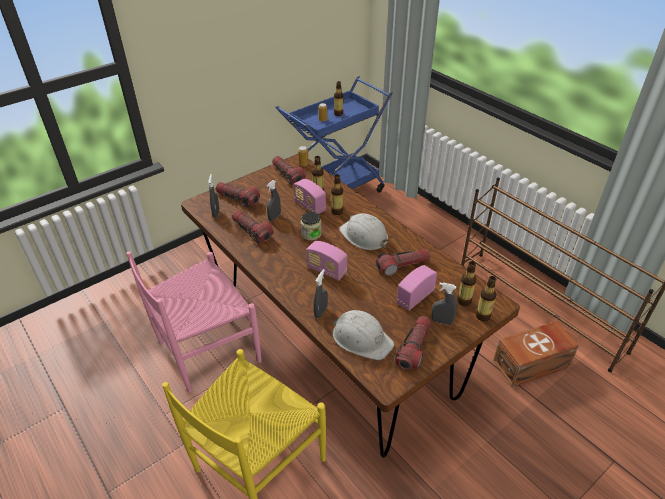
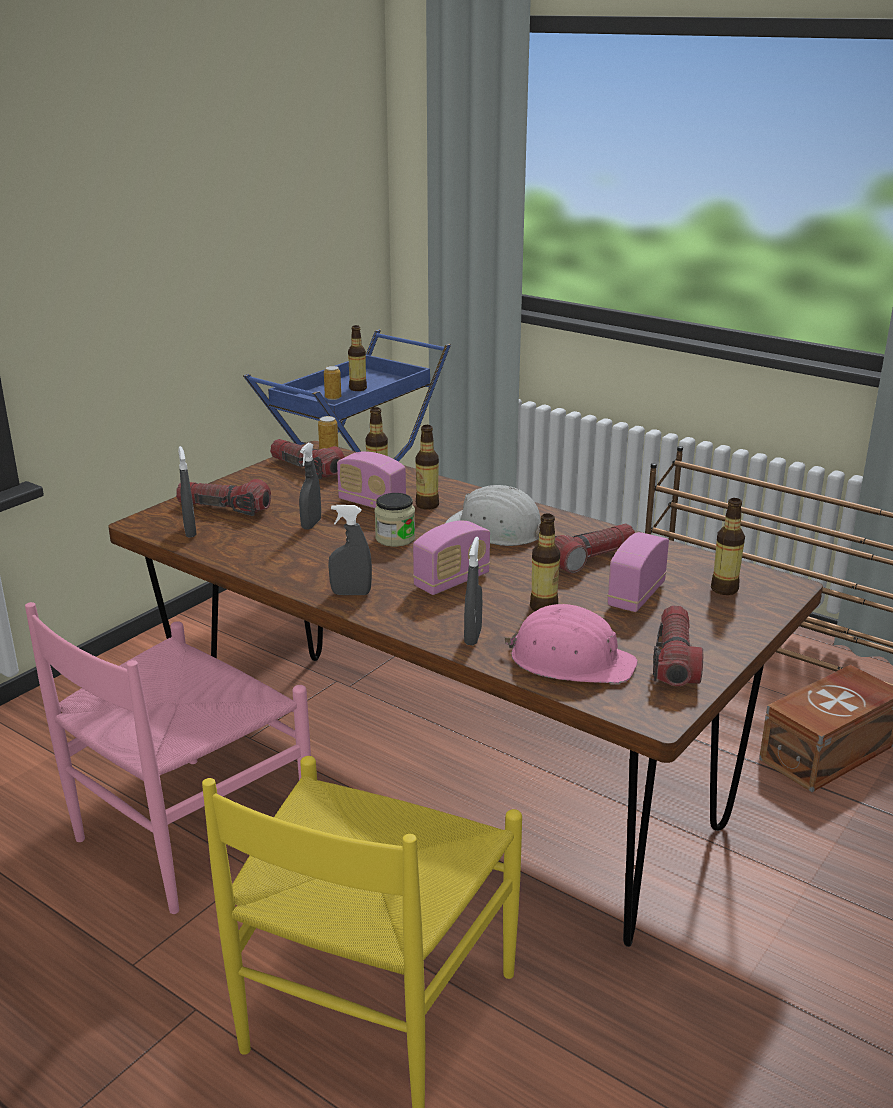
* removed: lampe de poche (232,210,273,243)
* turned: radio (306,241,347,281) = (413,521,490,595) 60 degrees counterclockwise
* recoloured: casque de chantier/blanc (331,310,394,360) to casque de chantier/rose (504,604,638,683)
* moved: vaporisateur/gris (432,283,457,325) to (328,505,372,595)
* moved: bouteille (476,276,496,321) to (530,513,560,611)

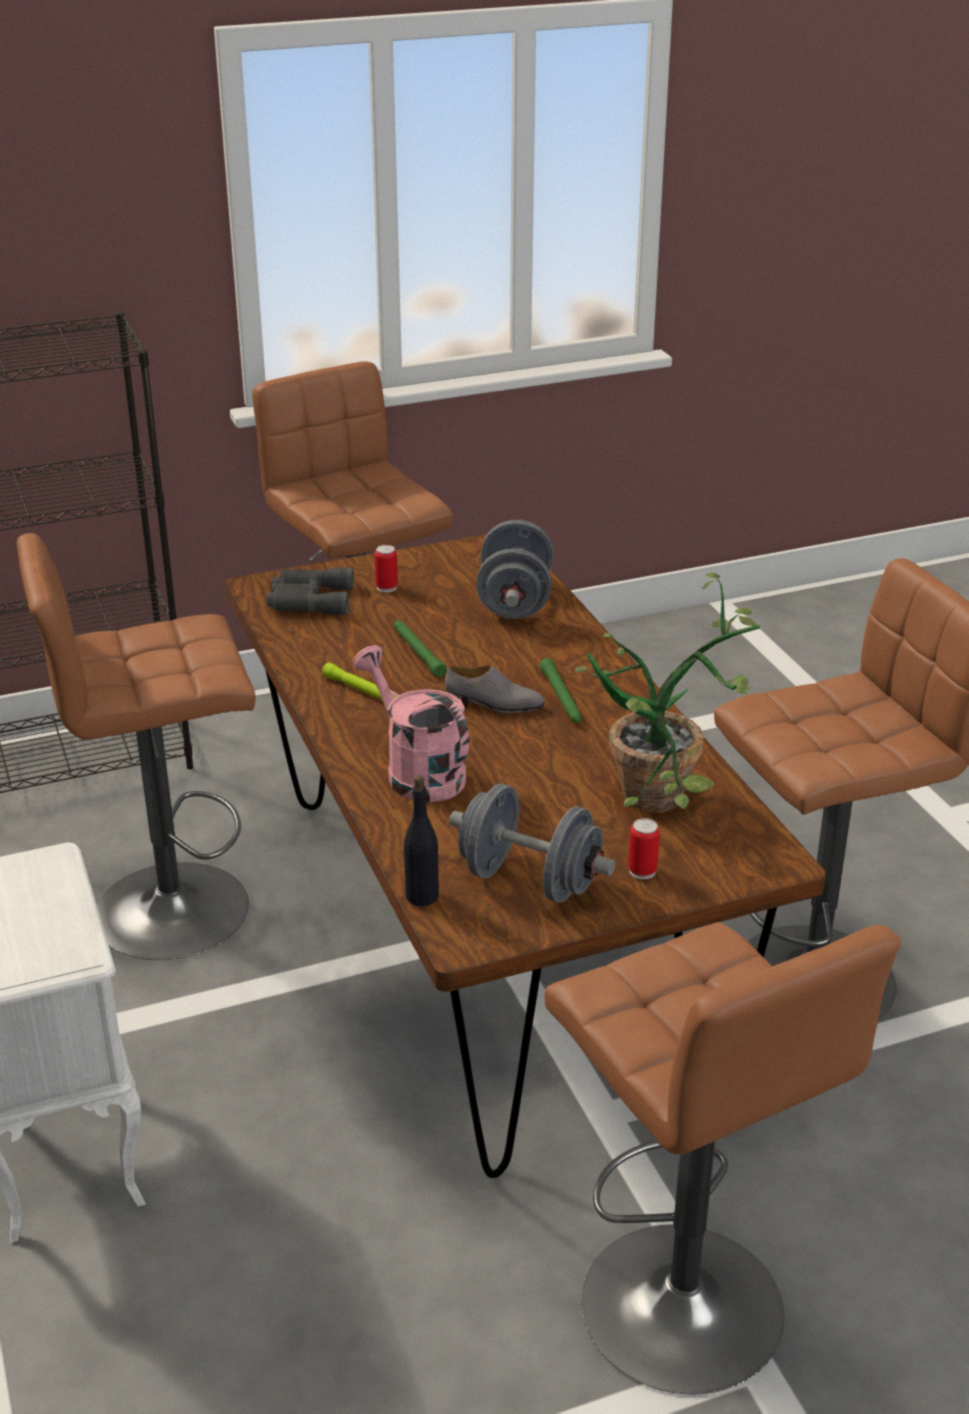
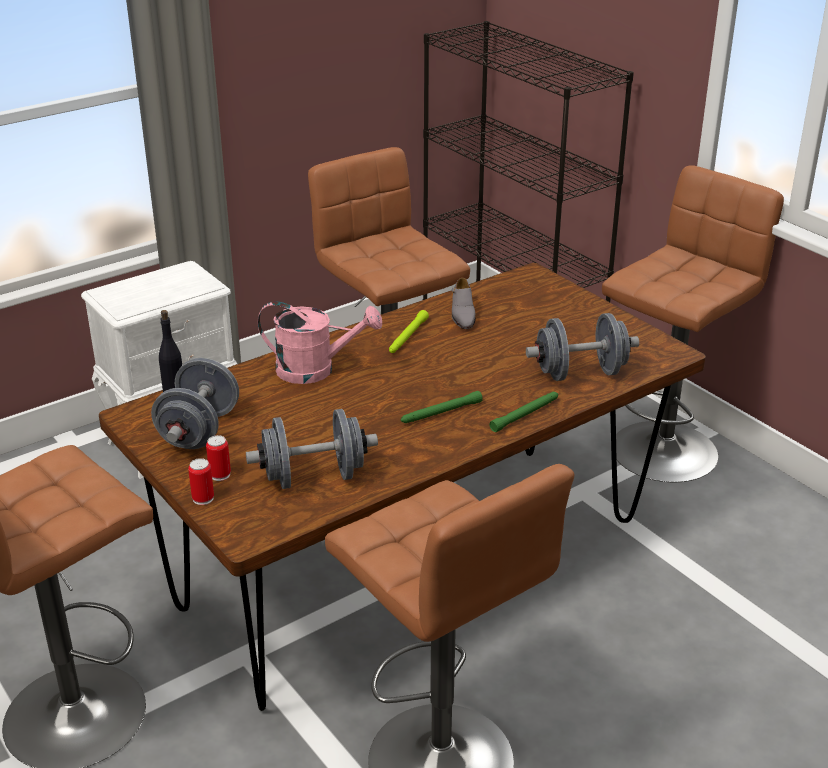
* removed: jumelles/gris (267,568,354,615)
* turned: arrosoir/rose (353,645,469,802) = (258,301,382,384) 60 degrees clockwise
* moved: boîte métallique (375,545,398,592) to (188,458,214,505)
* moved: lampe de poche/vert (394,620,447,677) to (489,392,558,432)
* moved: chaussure/gris (445,665,545,713) to (452,277,476,329)
* replaced: plante en pot (575,572,760,813) to haltère/gris (246,409,378,489)

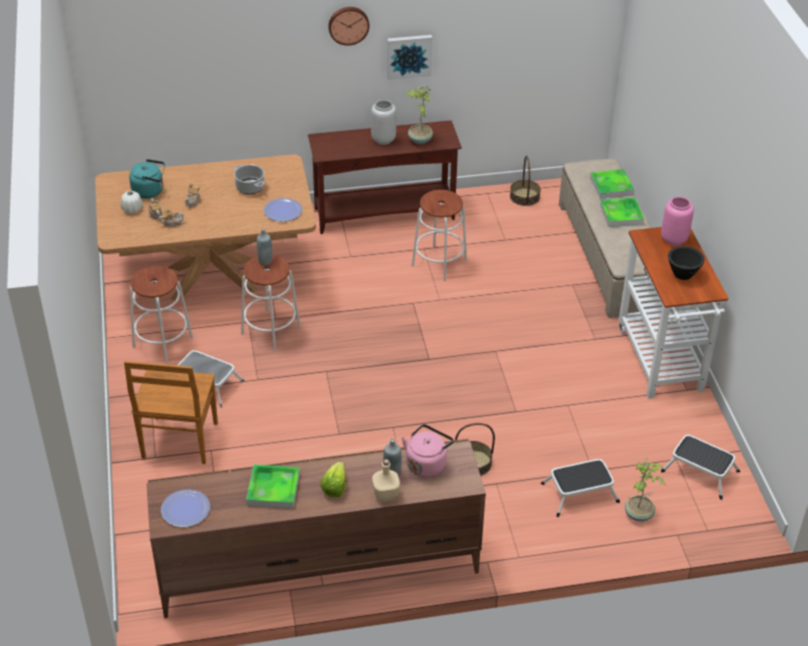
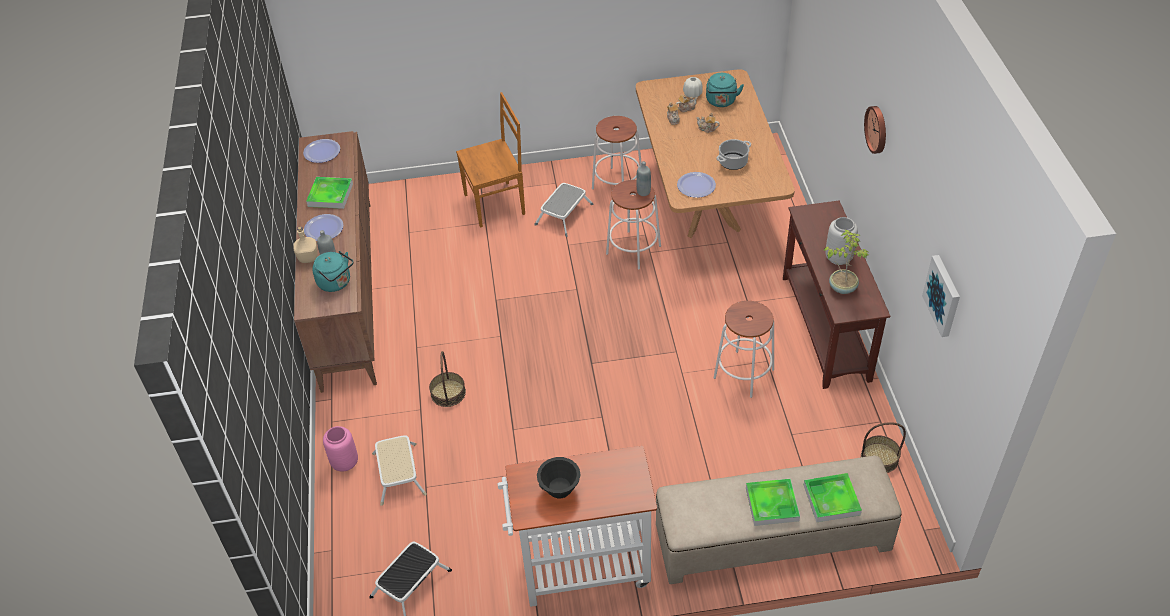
* turned: chaise/marron (124,361,218,464) = (456,92,525,228) 150 degrees clockwise
* replaced: laitue (320,461,346,497) to assiette (304,214,343,241)
* moved: tableau (387,35,432,80) to (922,255,960,337)
* recoloured: bouilloire/rose (402,424,454,478) to bouilloire/turquoise (312,251,354,292)
* recoloured: escabeau/noir (540,459,620,517) to escabeau/beige (372,435,427,506)
* removed: plante en pot (625,458,665,522)
* moved: vase/rose (661,197,694,246) to (323,426,358,472)

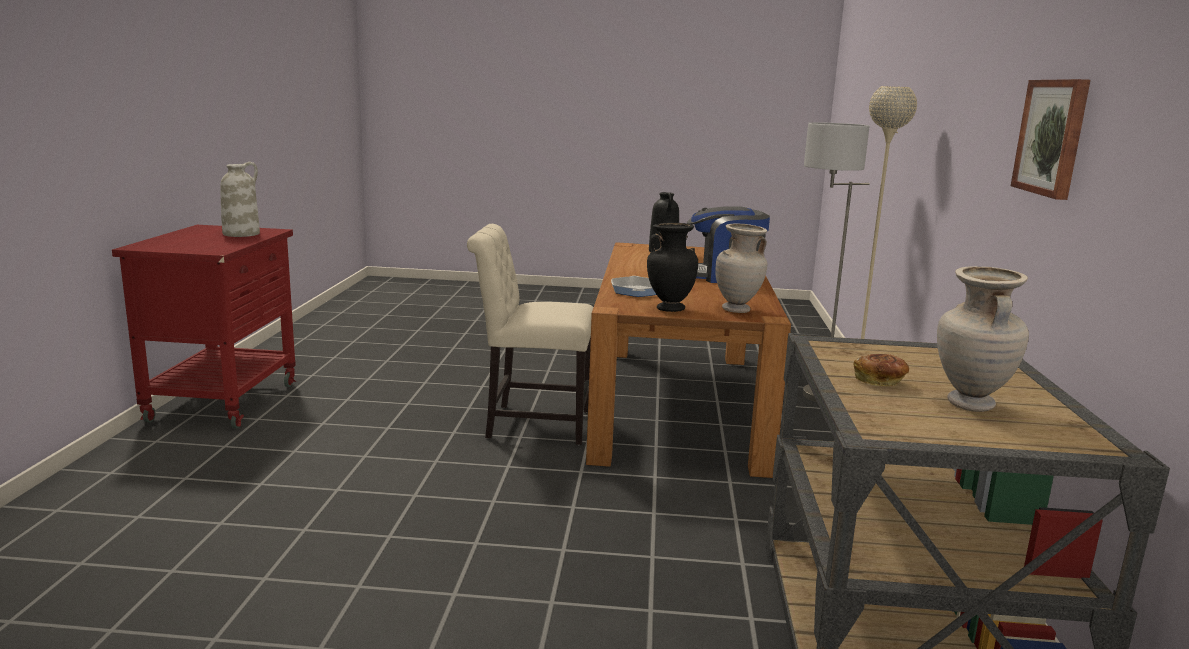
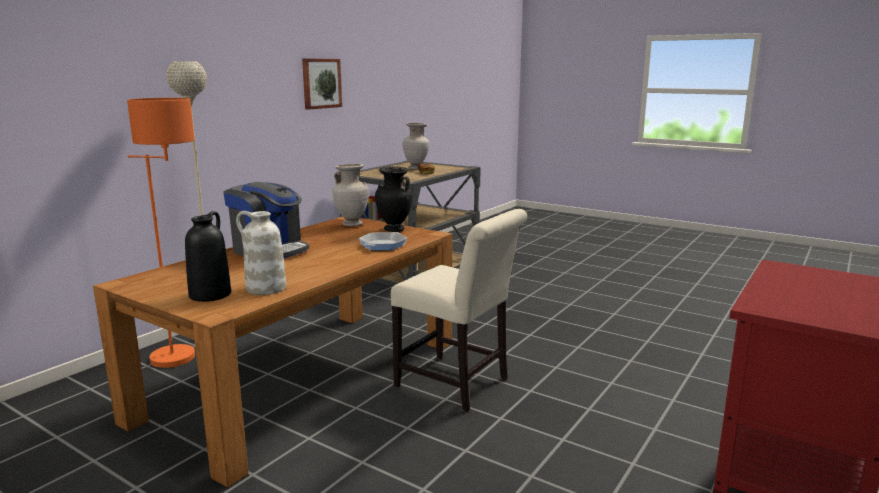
* moved: vase/blanc (220,162,260,237) to (236,211,286,295)
* recoloured: lampadaire/gris (803,122,870,402) to lampadaire/orange (127,98,195,368)

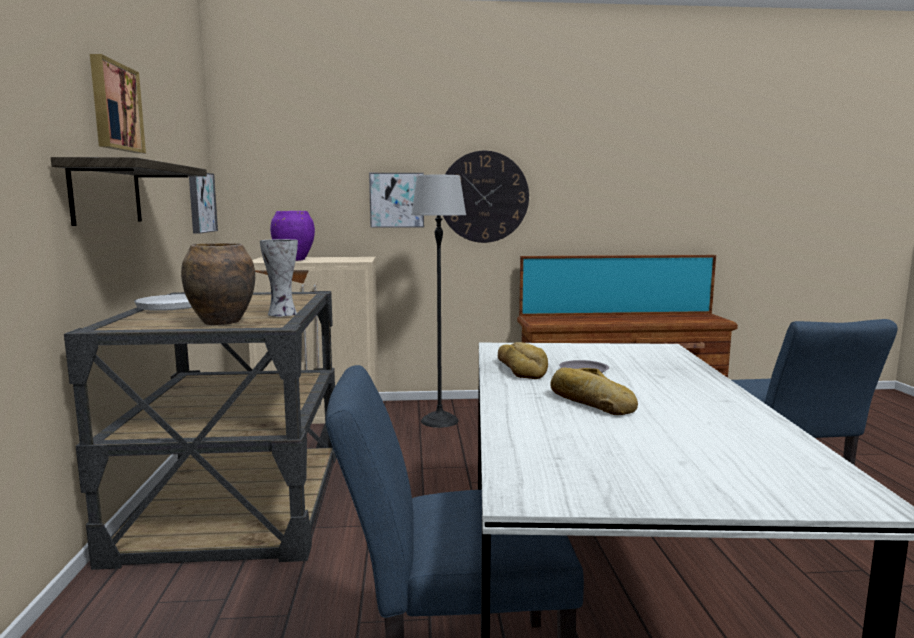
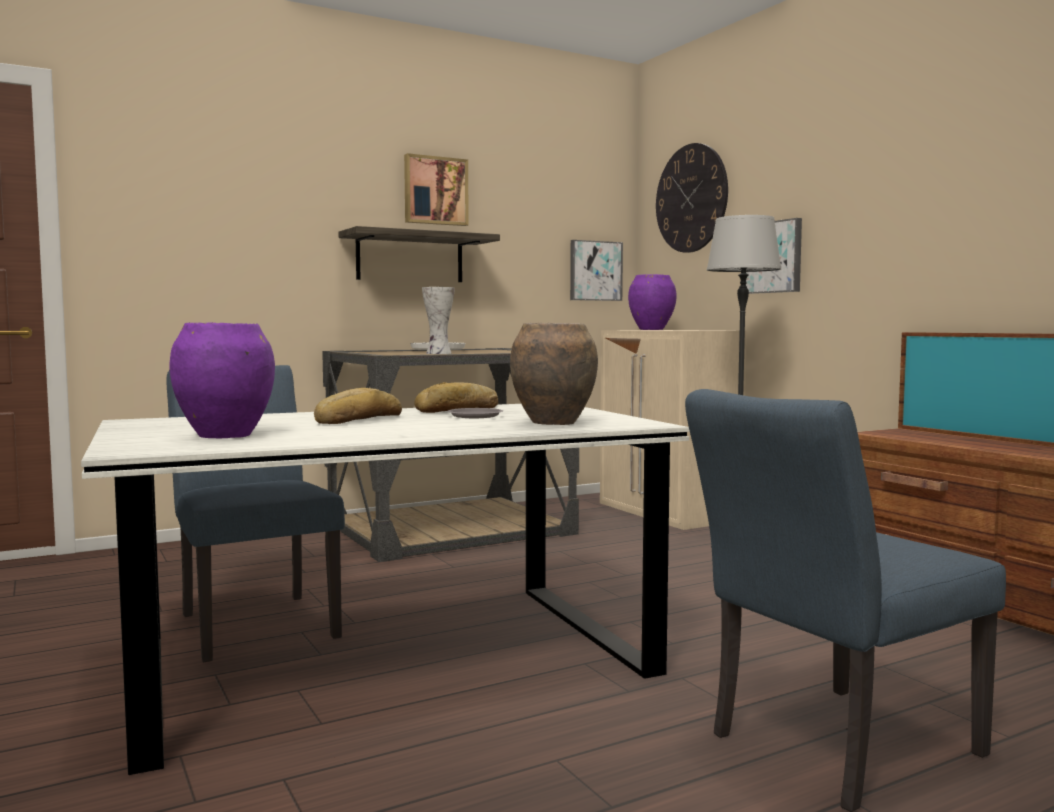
* moved: vase/marron (181,243,255,325) to (510,323,598,425)
* moved: horloge murale (443,151,529,243) to (656,143,728,253)
* added: vase/violet (169,323,275,438)

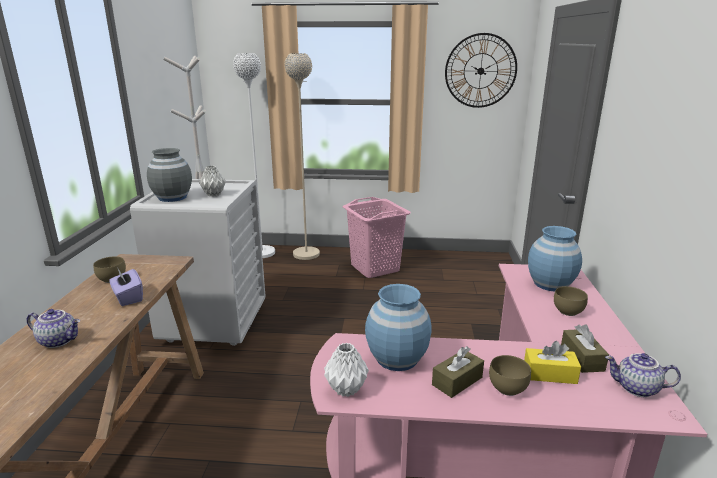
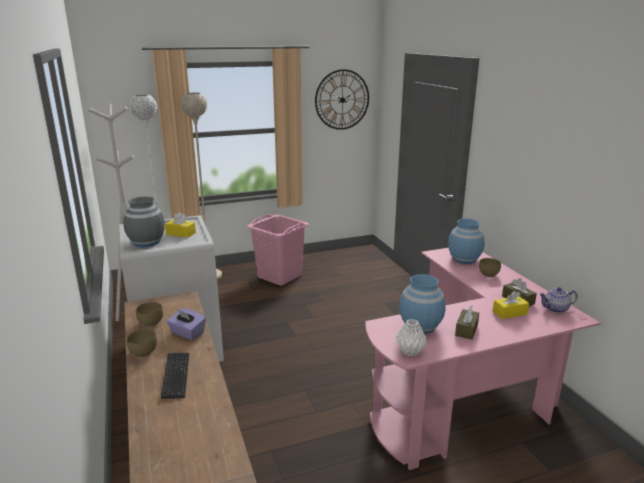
* replaced: théière (26,309,80,348) to clavier (161,353,189,399)
* replaced: vase/gris (199,165,226,196) to boîte à mouchoirs/jaune (165,212,196,238)
* moved: bol/marron (489,355,531,396) to (127,329,157,357)

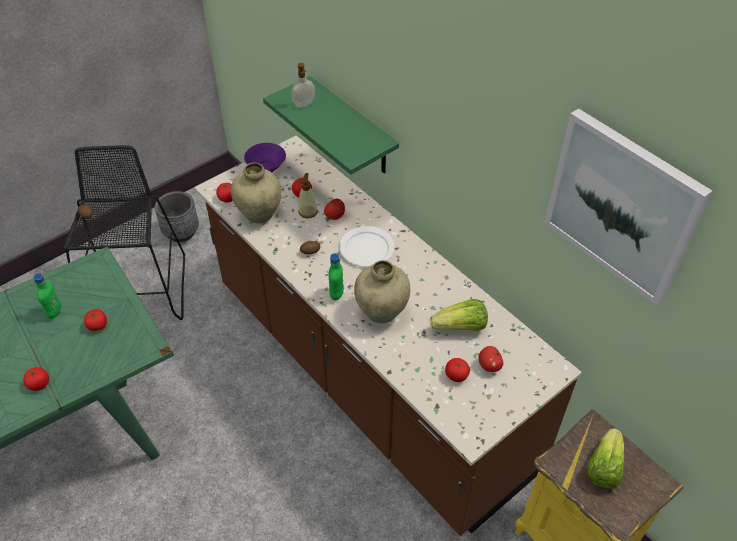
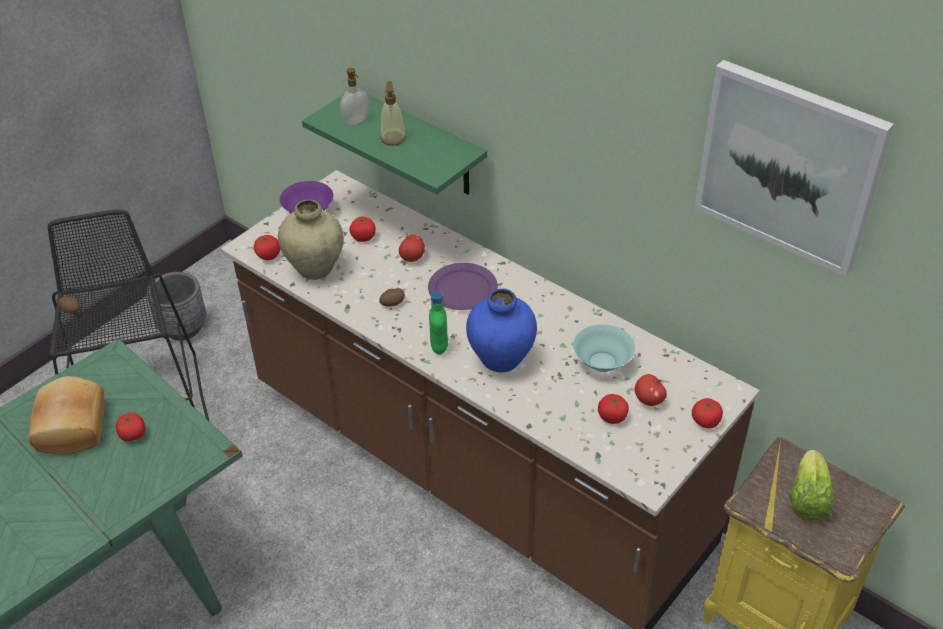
* moved: tomate (23,367,49,391) to (692,398,723,428)
* replaced: bouteille/vert (33,274,61,319) to pain (28,376,105,455)
* moved: distributeur de savon (298,173,318,218) to (380,81,406,146)
* recoloured: assiette/blanc (340,226,394,267) to assiette/violet (428,263,498,310)
* recoloured: vase/beige (354,260,410,323) to vase/bleu (466,288,537,373)
* replaced: laitue (430,299,488,331) to bol/turquoise (573,324,635,372)

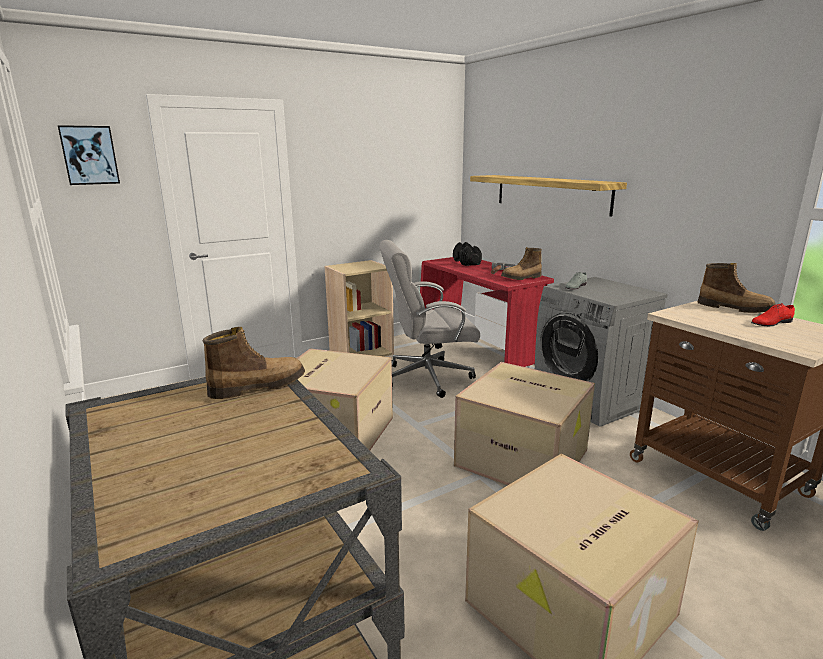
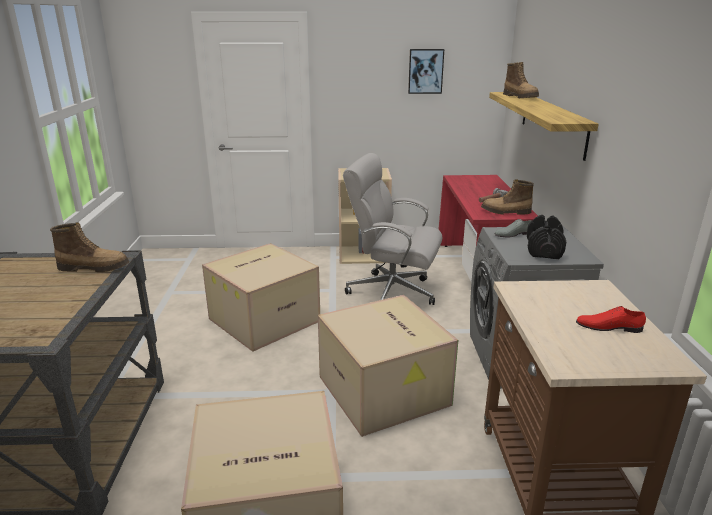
* moved: tableau (58,125,120,185) to (408,49,444,94)
* moved: haltère/noir (453,242,482,266) to (527,215,566,259)
* moved: botte (698,263,776,313) to (503,62,539,98)

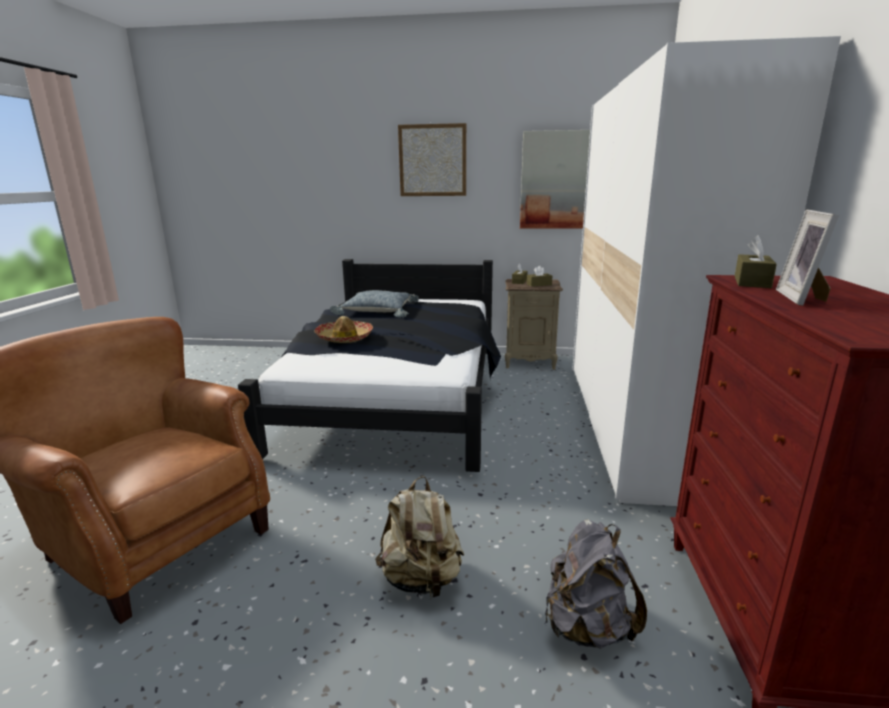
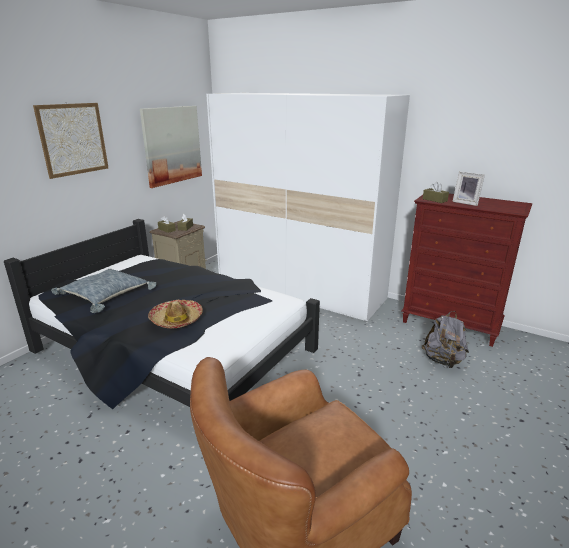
* removed: sac à dos/beige (375,476,464,599)

